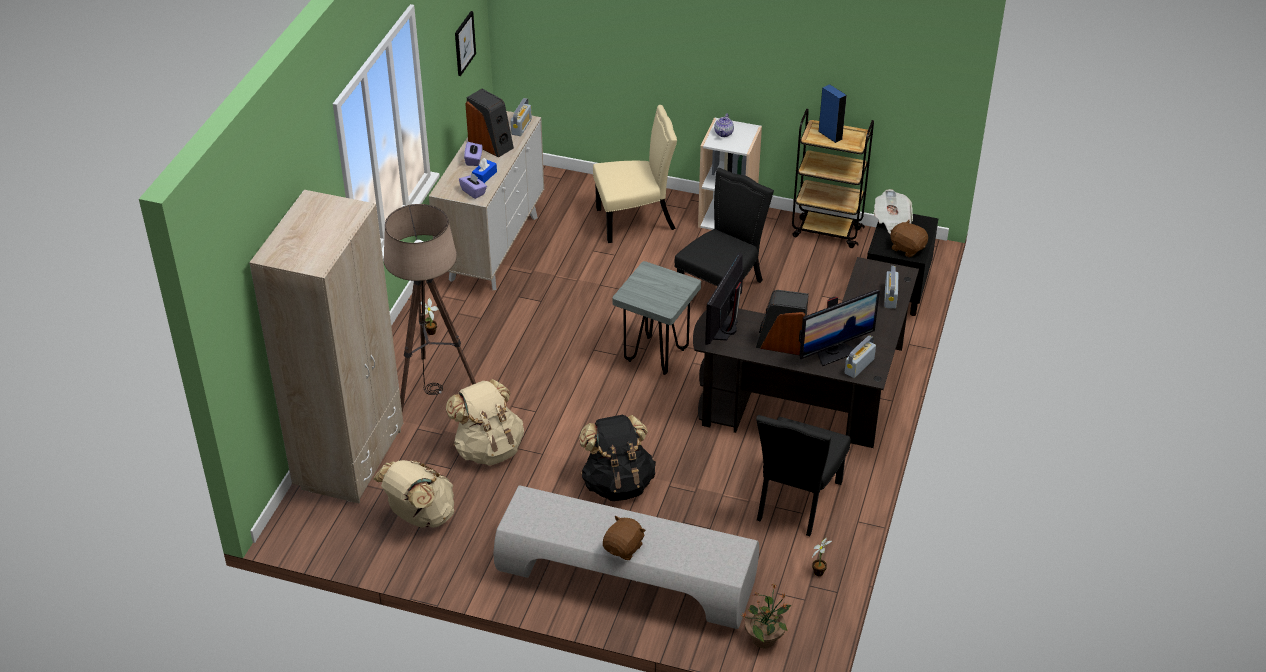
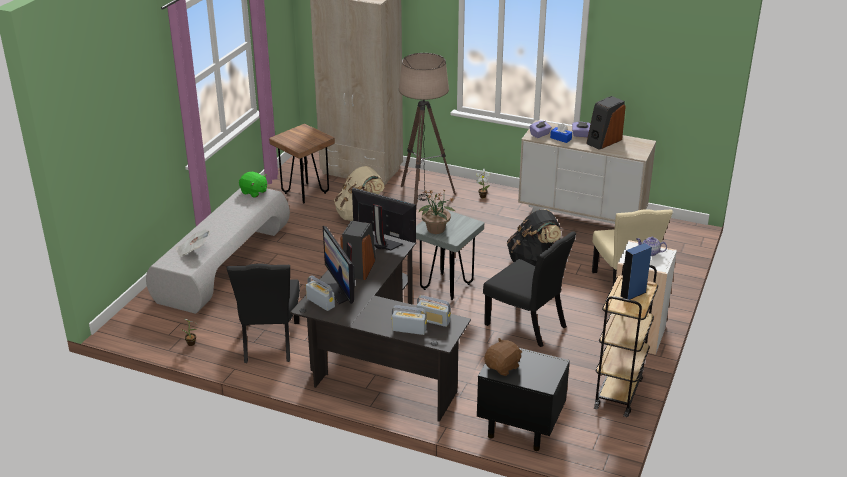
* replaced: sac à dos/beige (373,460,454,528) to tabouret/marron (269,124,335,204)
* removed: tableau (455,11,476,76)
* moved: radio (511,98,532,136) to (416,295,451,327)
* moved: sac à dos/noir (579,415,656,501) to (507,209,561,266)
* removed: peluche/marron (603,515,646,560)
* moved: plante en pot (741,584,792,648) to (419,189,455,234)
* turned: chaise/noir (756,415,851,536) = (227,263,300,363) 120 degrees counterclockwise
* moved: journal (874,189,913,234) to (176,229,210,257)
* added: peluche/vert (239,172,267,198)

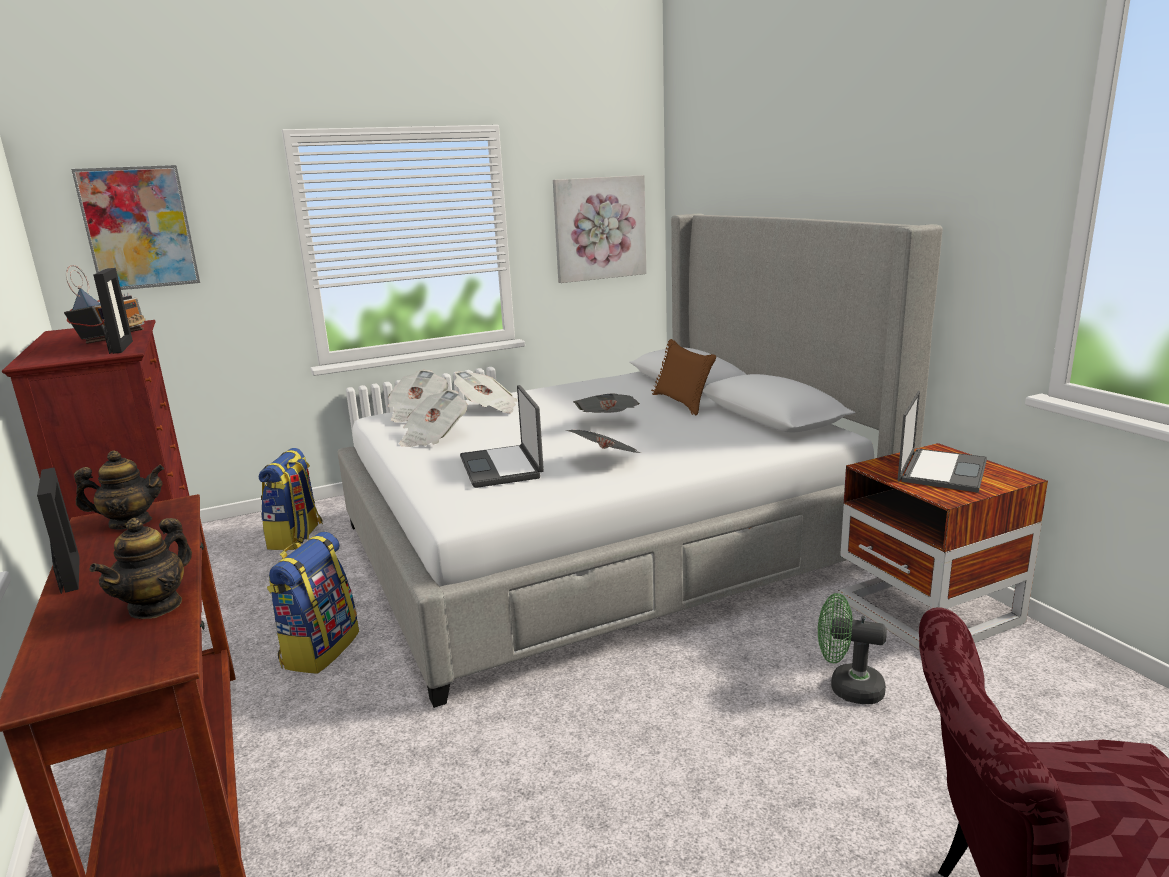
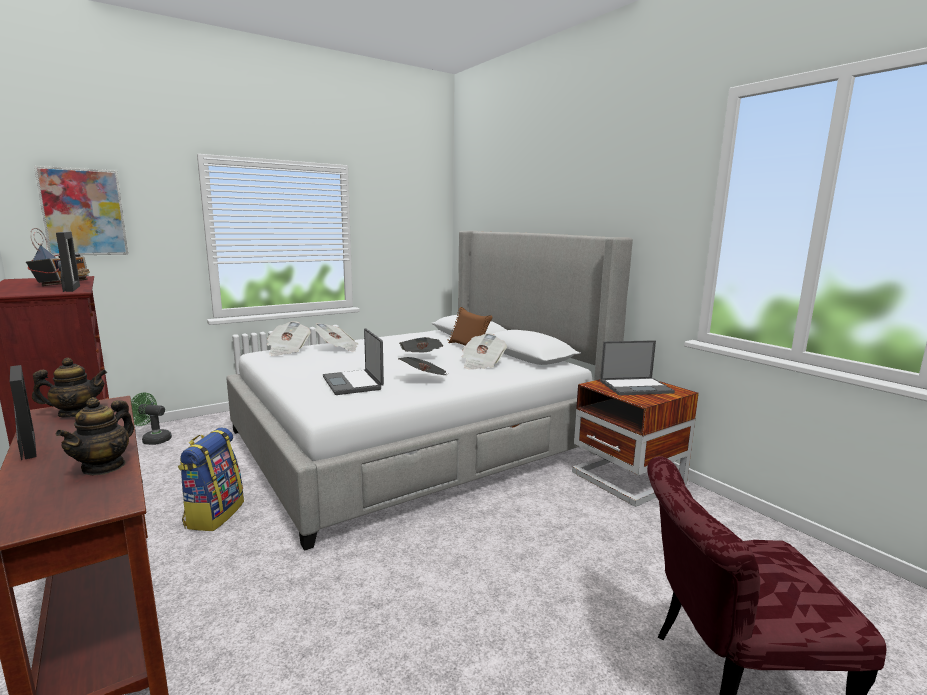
* removed: sac à dos (259,448,323,550)
* moved: journal (399,390,467,447) to (462,333,507,370)
* removed: tableau (553,175,647,283)
* moved: ventilateur/vert (818,593,887,704) to (131,393,172,445)
* turned: ordinateur portable (898,391,987,493) = (600,340,675,395) 60 degrees clockwise

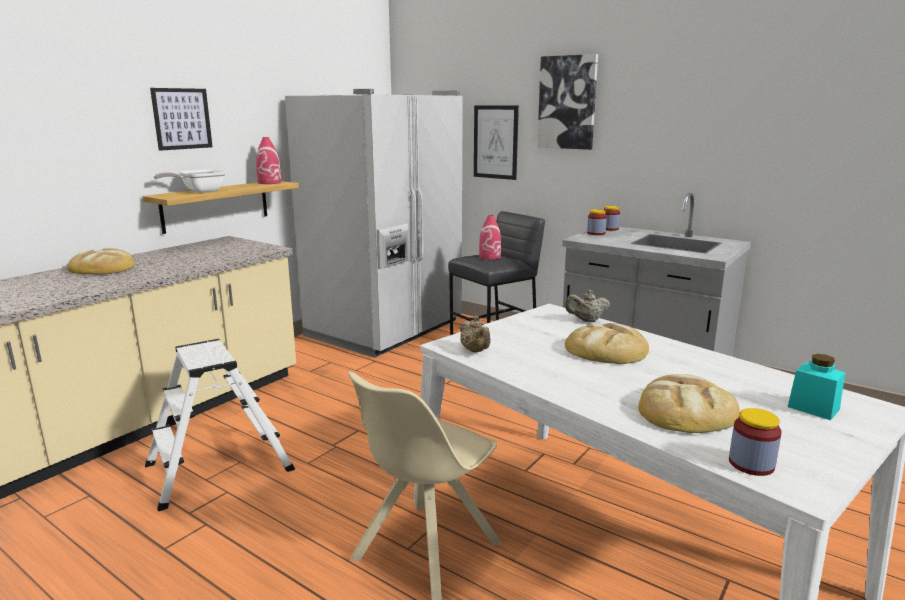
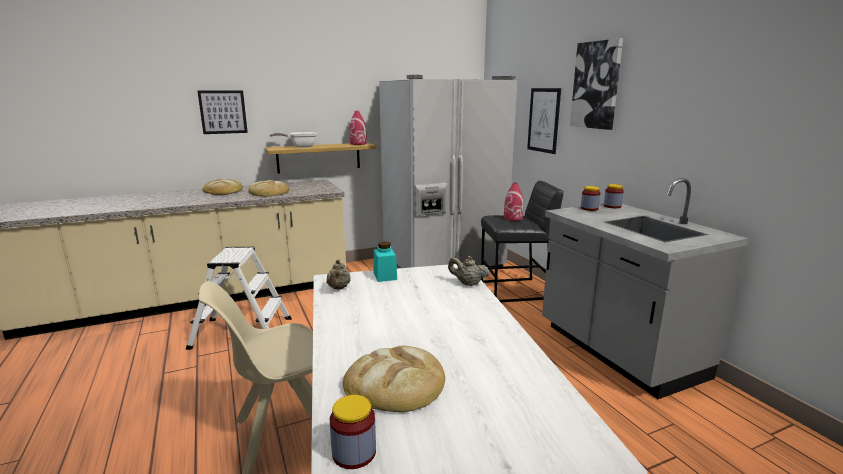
* moved: tableau (150,88,212,151) to (198,91,248,134)
* moved: pain (565,323,649,364) to (248,180,289,197)
* moved: bocal/turquoise (788,354,845,420) to (374,242,397,282)

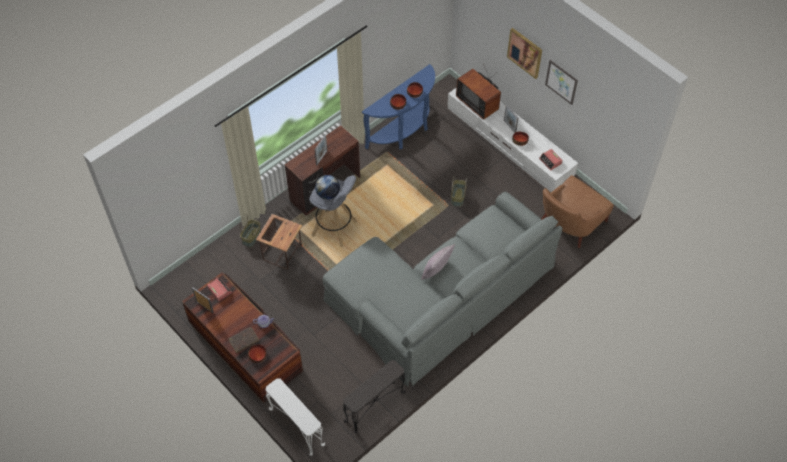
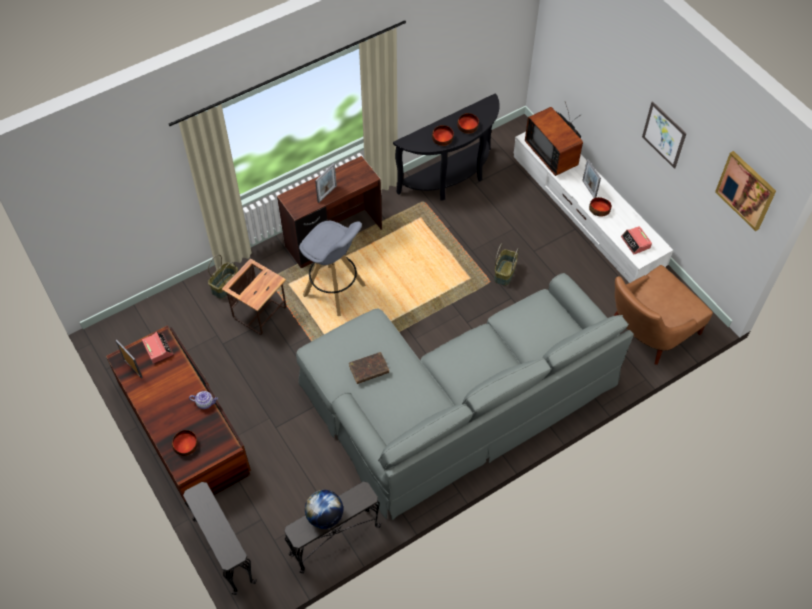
* moved: livre/marron (228,327,259,353) to (349,352,389,384)
* recoloured: table d'appoint/blanc (266,378,325,456) to table d'appoint/noir (183,482,257,595)
* moved: globe (315,175,340,200) to (305,490,343,529)
* recoloured: table console/bleu (362,64,435,149) to table console/noir (393,93,500,201)
* removed: coussin/violet (422,244,455,280)
* moved: tableau (507,28,542,79) to (715,151,776,231)

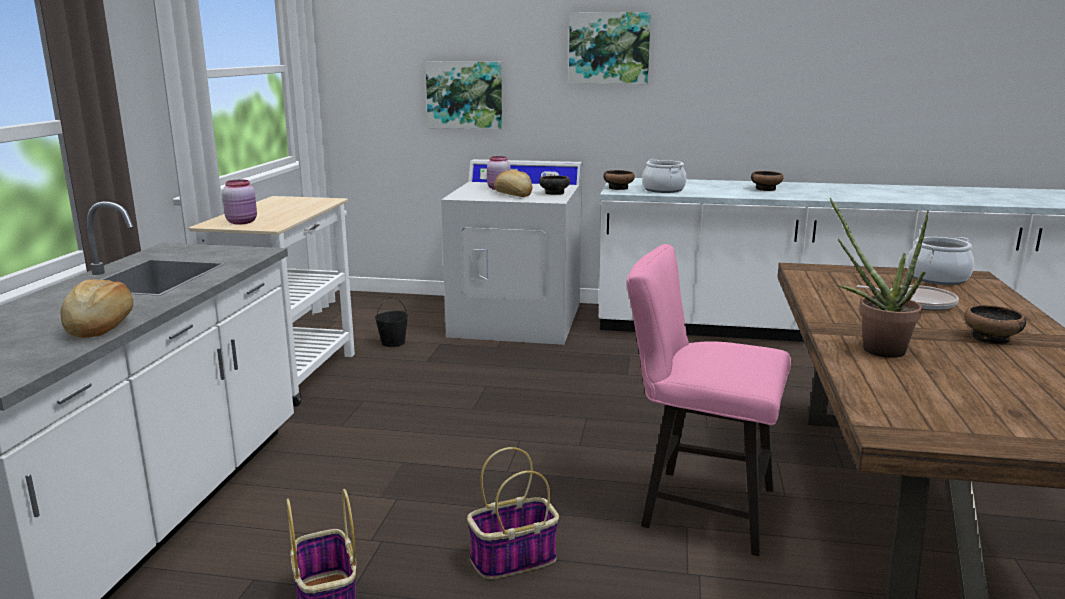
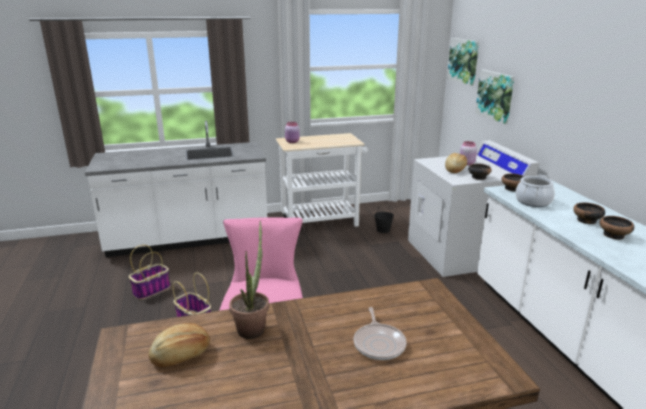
* moved: pain (60,279,133,338) to (149,323,210,367)
* moved: tableau (569,12,651,84) to (447,38,479,86)
* removed: marmite (907,237,974,285)
* moved: bol (964,305,1026,345) to (573,202,605,224)

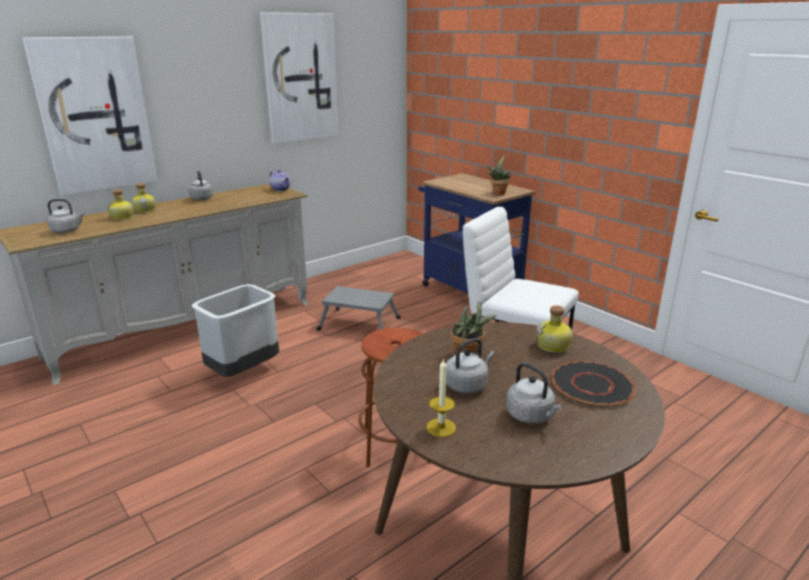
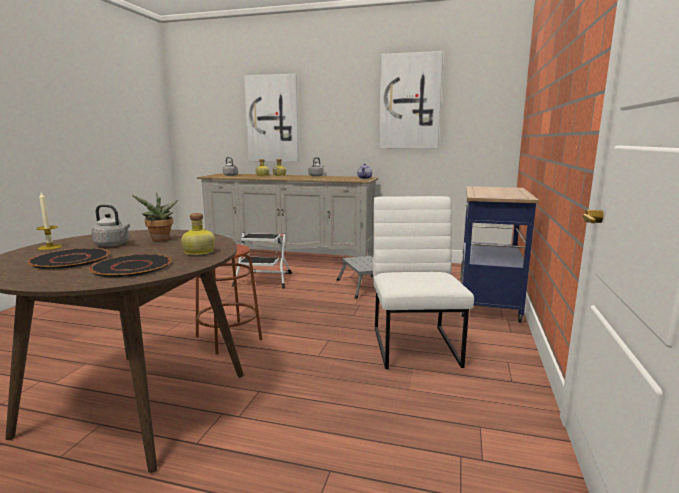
* replaced: poubelle/gris (192,284,279,377) to escabeau (232,232,292,289)
* removed: plante en pot (487,156,512,195)
* replaced: bouilloire/gris (506,363,562,424) to assiette/noir (28,248,110,269)

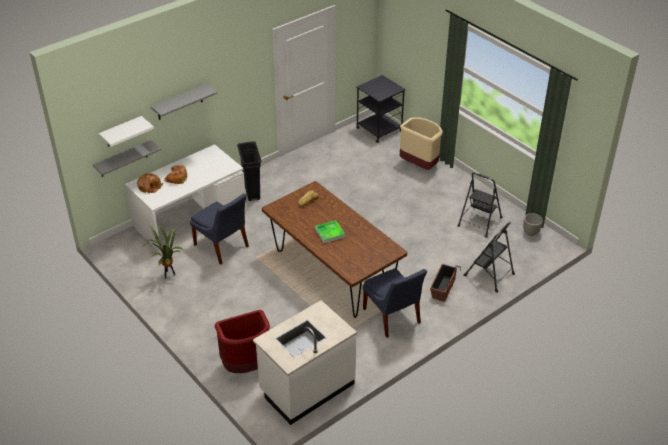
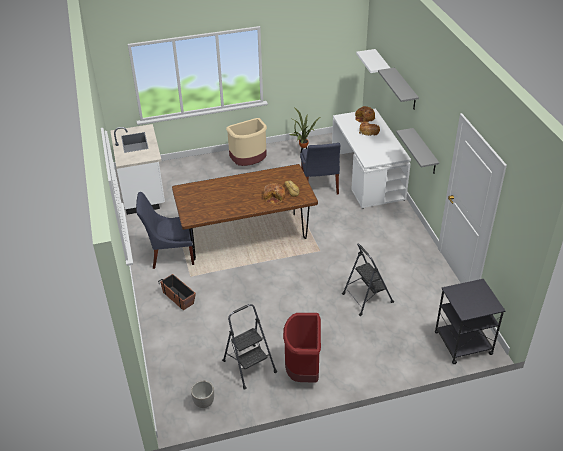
* moved: étagère/gris (93,140,161,177) to (396,128,439,173)
* turned: chaise/bleu (190,193,249,264) = (300,143,340,195) 75 degrees counterclockwise
* moved: poubelle/rouge (214,310,270,373) to (283,313,321,383)
* removed: poubelle/noir (237,141,262,201)
* removed: plateau (315,220,345,243)
* moved: poubelle/beige (400,117,443,170) to (226,118,267,166)
* moved: escabeau/noir (463,222,515,293) to (342,243,394,316)
* added: pain (263,183,285,204)

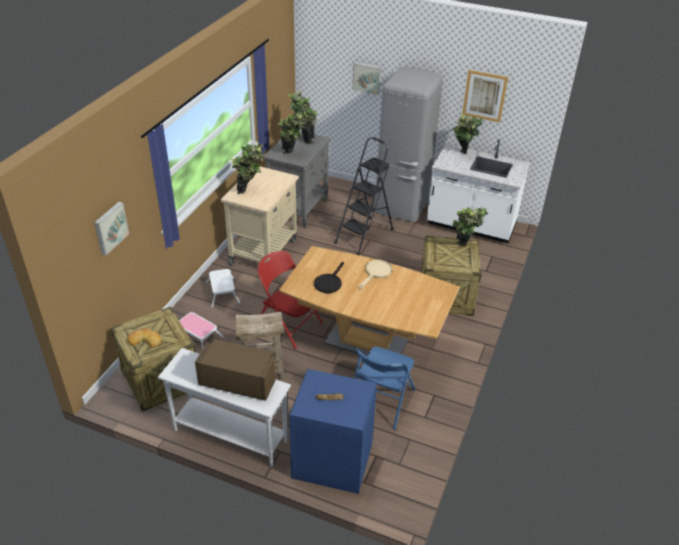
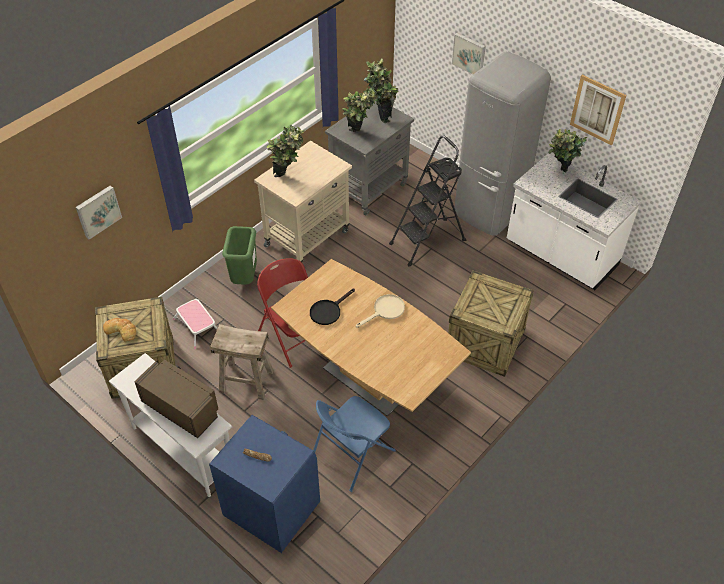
* replaced: escabeau/blanc (206,269,240,307) to poubelle/vert (222,226,257,285)
* removed: plante en pot (452,207,488,246)

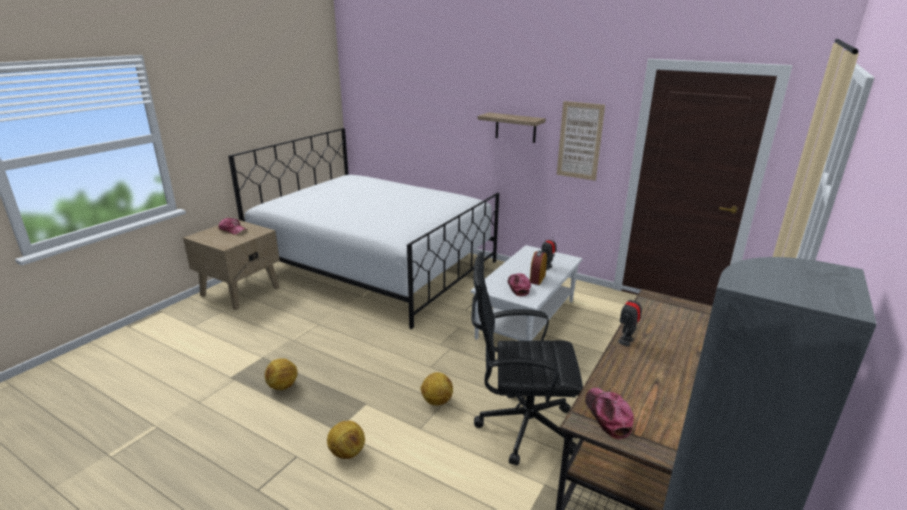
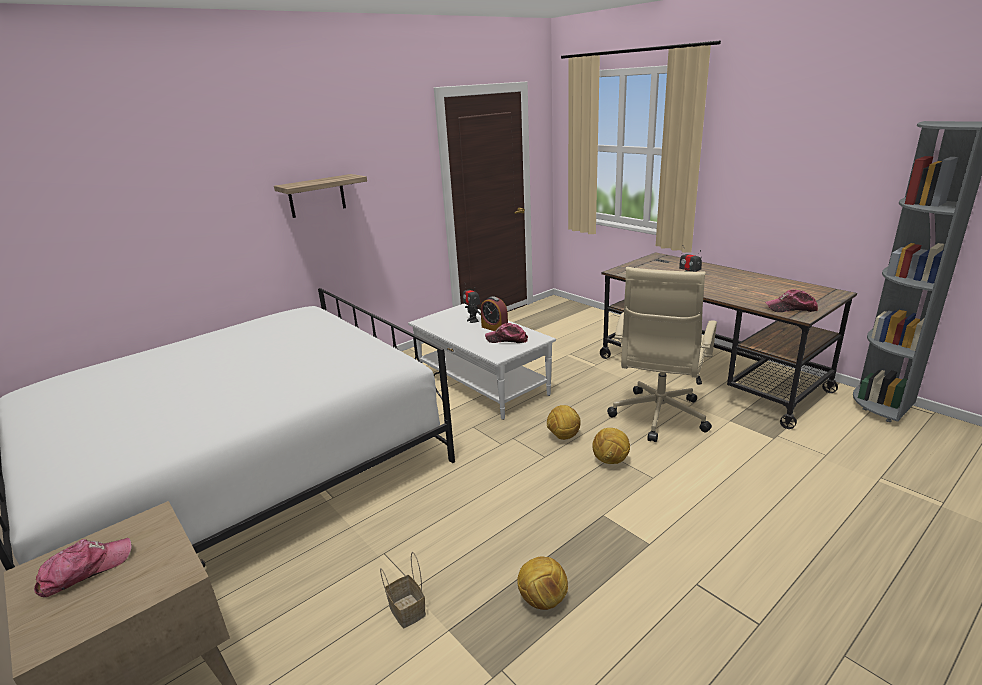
* moved: ballon de foot (327,420,365,459) to (547,405,581,440)
* recoloured: chaise de bureau/noir (471,252,583,466) to chaise de bureau/beige (607,267,717,442)
* removed: tableau (557,101,605,181)
* added: panier (380,552,426,628)

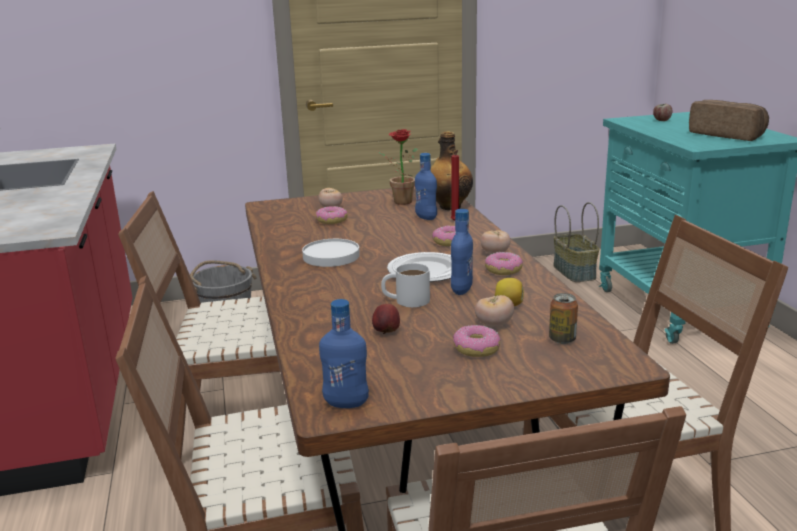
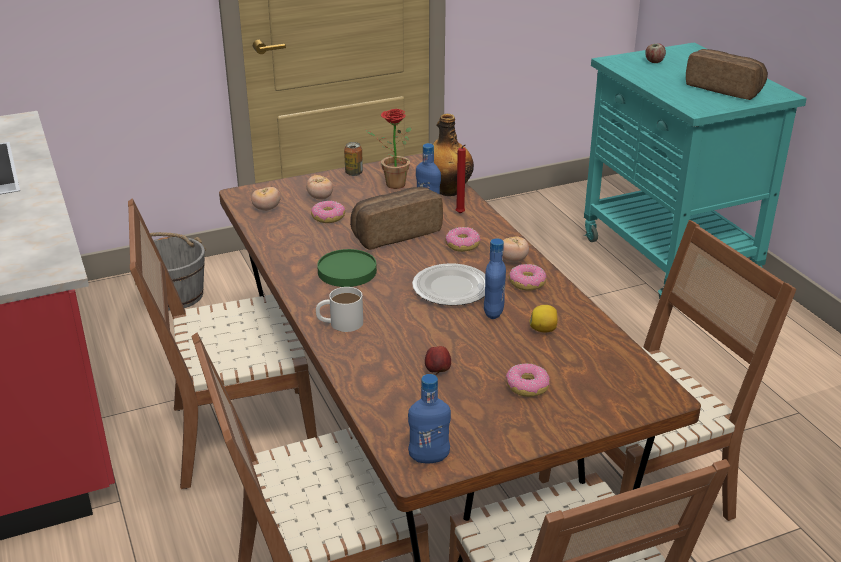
* recoloured: assiette/blanc (302,239,360,267) to assiette/vert (317,249,377,287)
* moved: mug/blanc (381,263,430,307) to (316,287,363,332)
* moved: tomate (475,295,514,327) to (251,187,281,211)
* moved: boîte métallique (549,293,578,344) to (344,142,363,176)
* removed: panier (553,202,599,282)
* added: pain (350,187,443,250)

